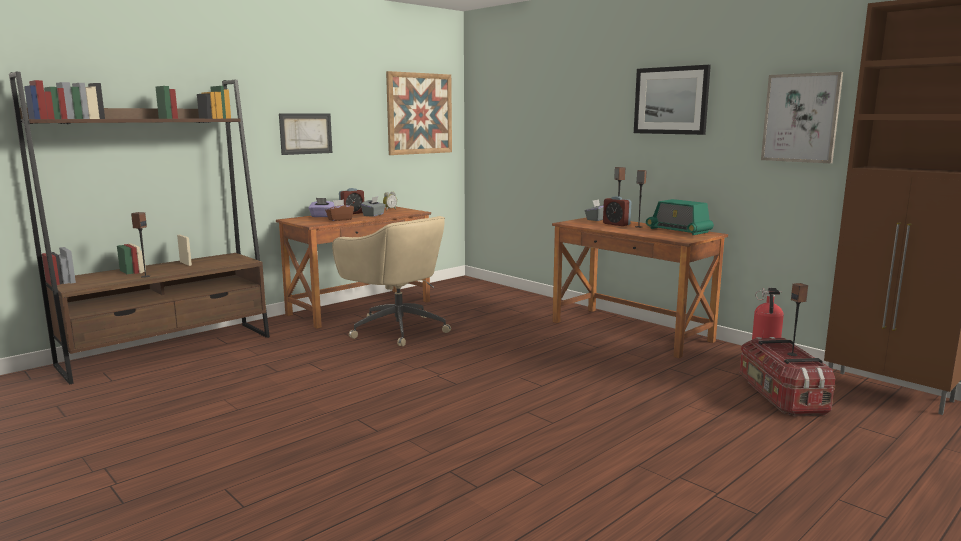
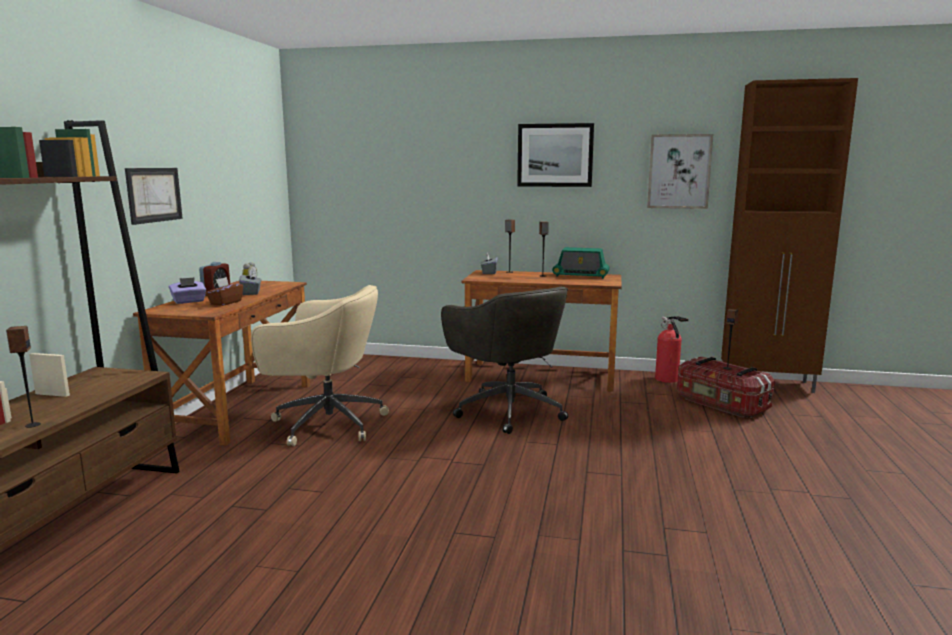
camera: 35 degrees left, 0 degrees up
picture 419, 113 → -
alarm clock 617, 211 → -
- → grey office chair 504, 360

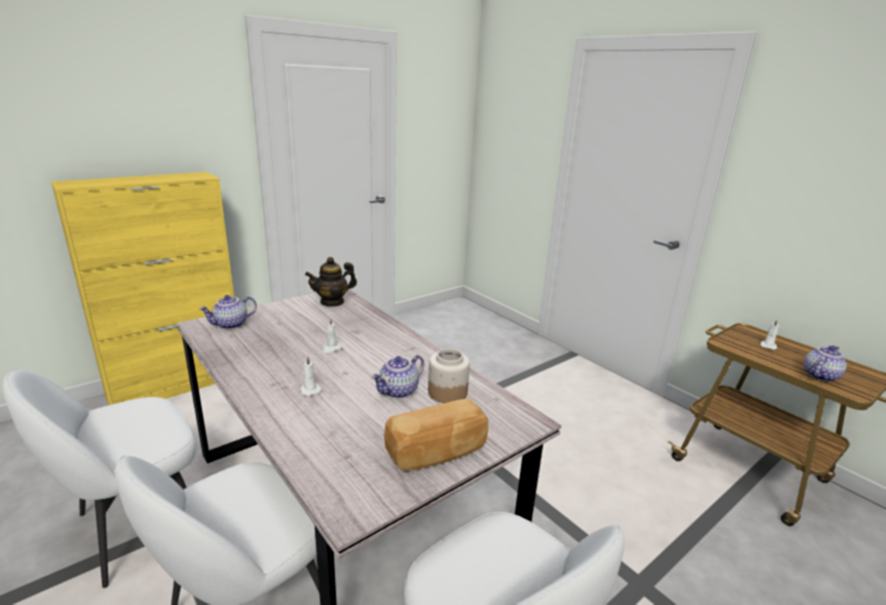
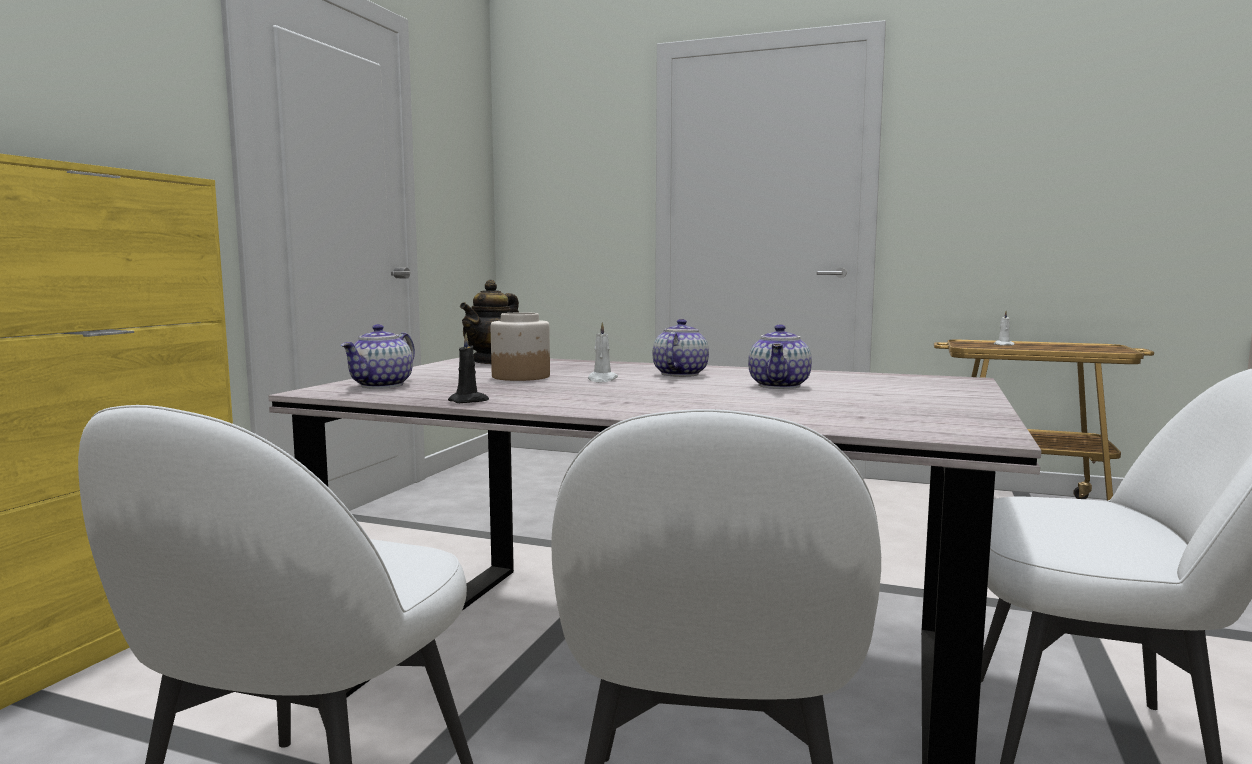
camera: 30 degrees left, 15 degrees down
white candle 310, 376 → -
bread 436, 435 → -
jar 449, 376 → jar 520, 346, moved
teapot 825, 363 → teapot 681, 348, moved
- → black candle 468, 368

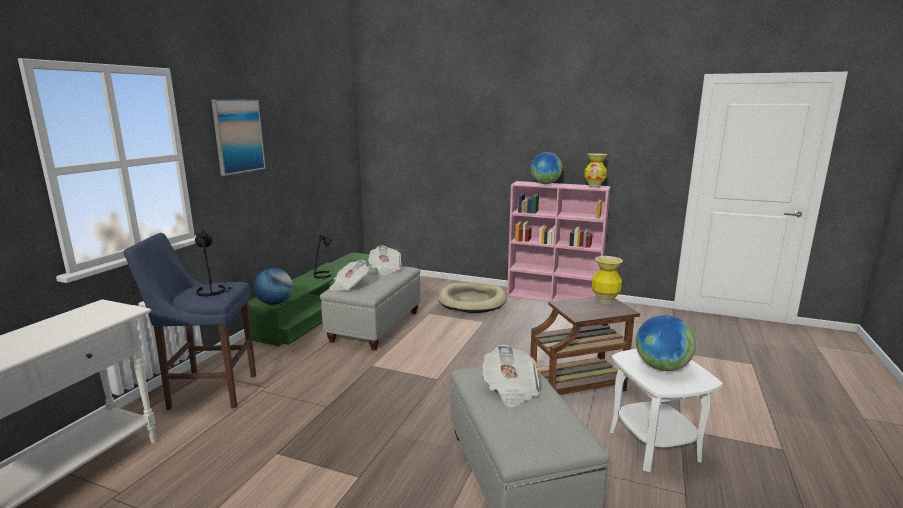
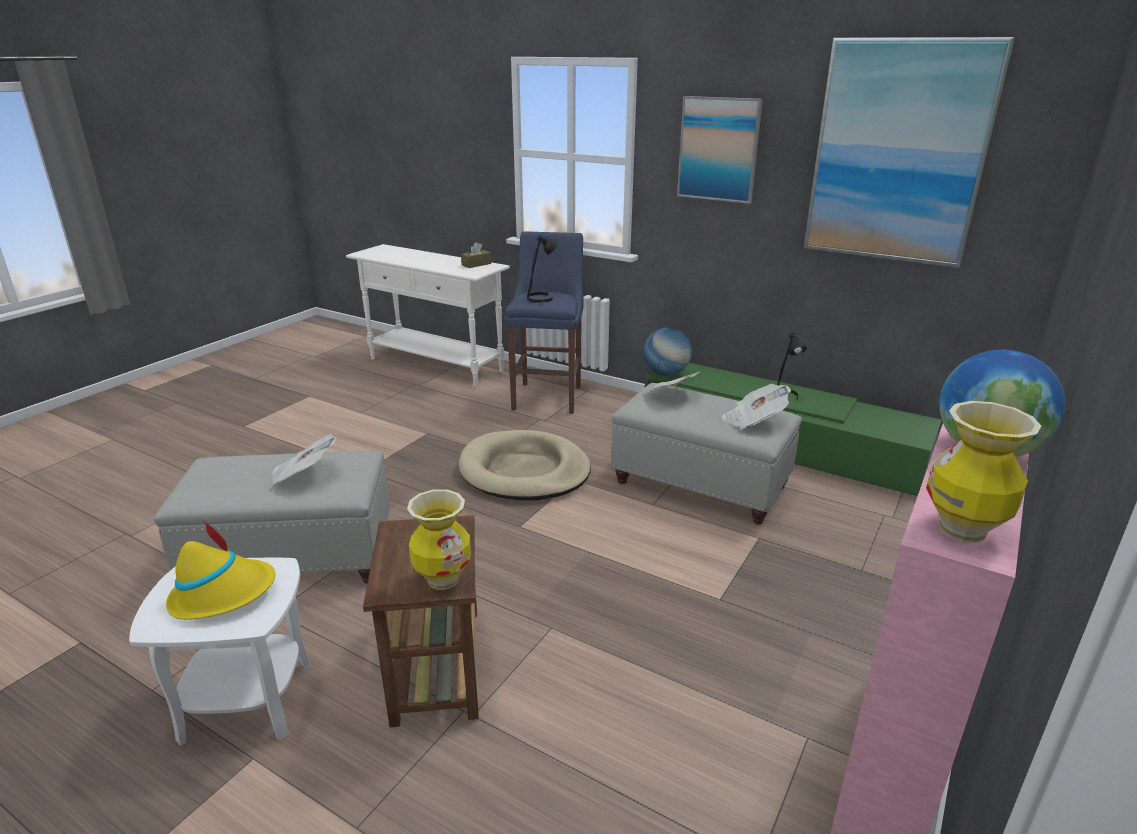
camera: 100 degrees right, 10 degrees up
beige dog bed 472, 298 → beige dog bed 525, 465, moved
globe 666, 343 → yellow hat 220, 569
- → brown tissue box 476, 255
- → picture 909, 152

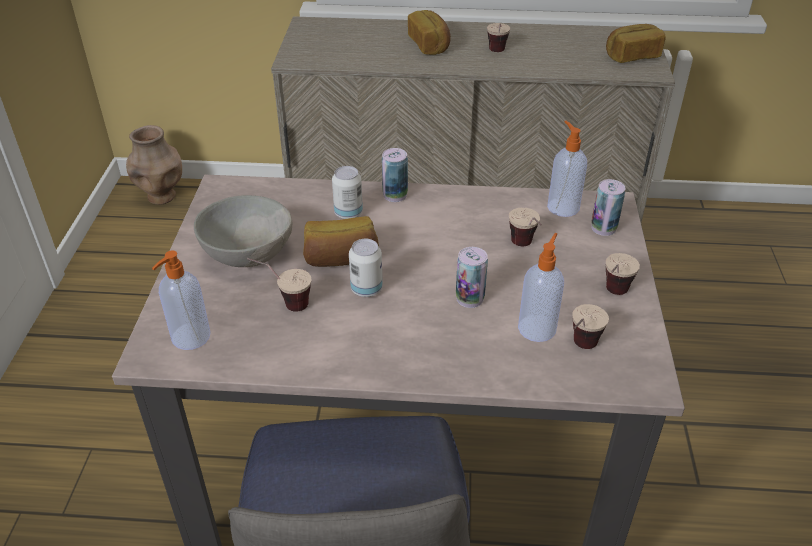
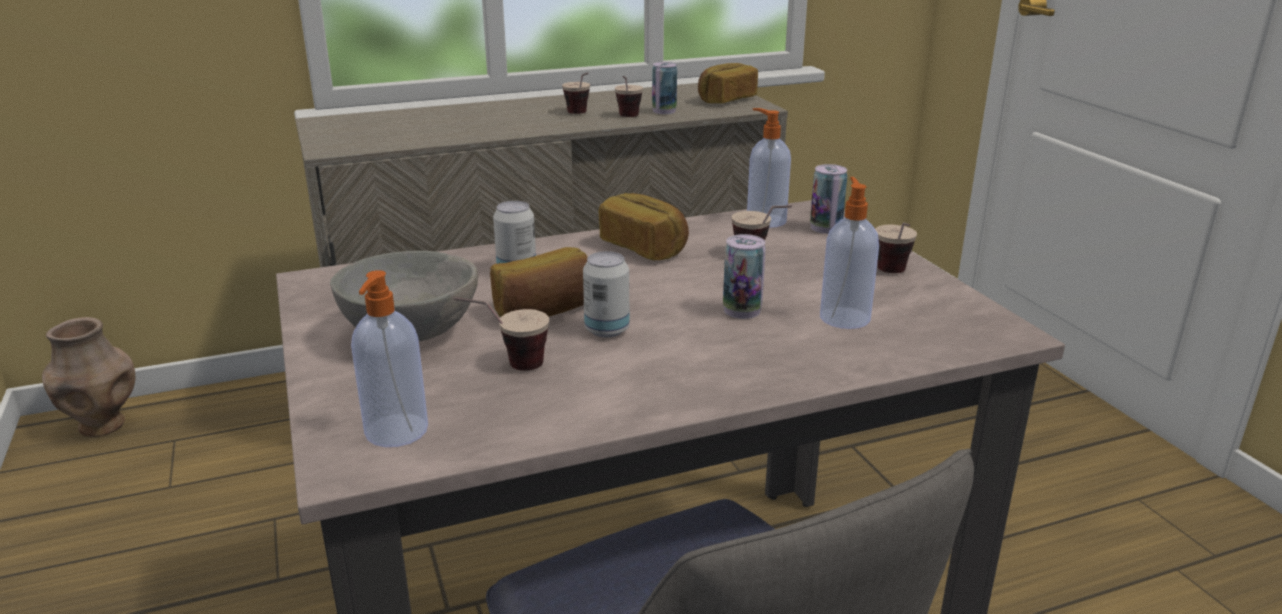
camera: 25 degrees left, 15 degrees down
can 395, 175 → can 664, 88, moved
bread 429, 32 → bread 644, 226, moved
cup 591, 326 → cup 629, 96, moved

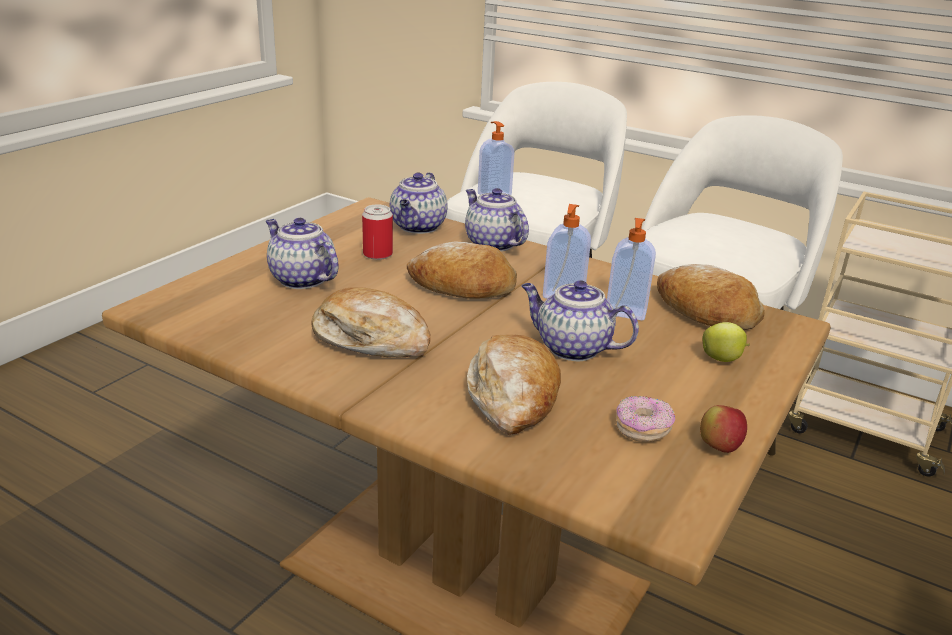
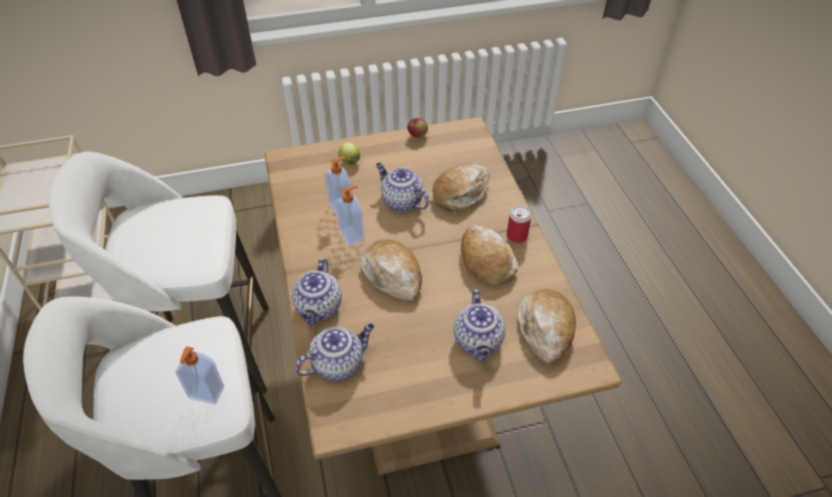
camera: 135 degrees left, 20 degrees up
can 377, 232 → can 519, 224, moved
teapot 580, 321 → teapot 402, 187, 150 degrees clockwise
donut 645, 418 → -
bread 711, 297 → bread 547, 326, moved

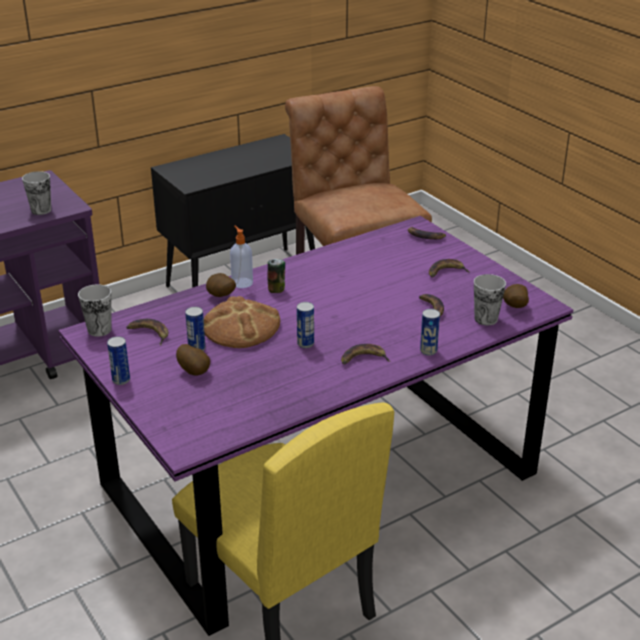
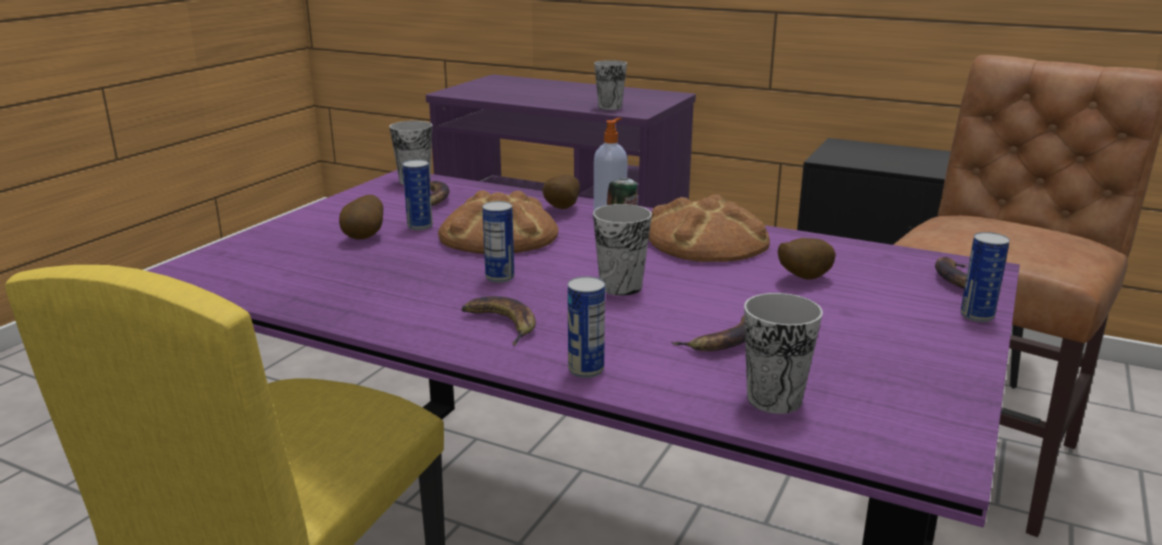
camera: 60 degrees right, 10 degrees down
can 118, 360 → can 985, 277, moved
banana 449, 268 → -
potato 516, 296 → potato 807, 259, moved
- → cup 622, 250
- → bread 709, 228

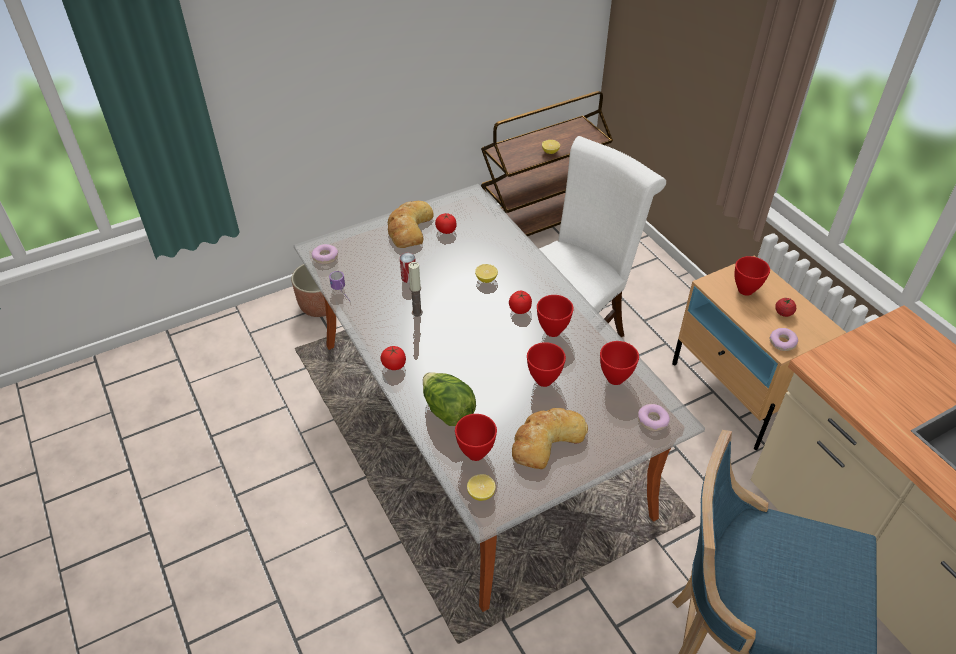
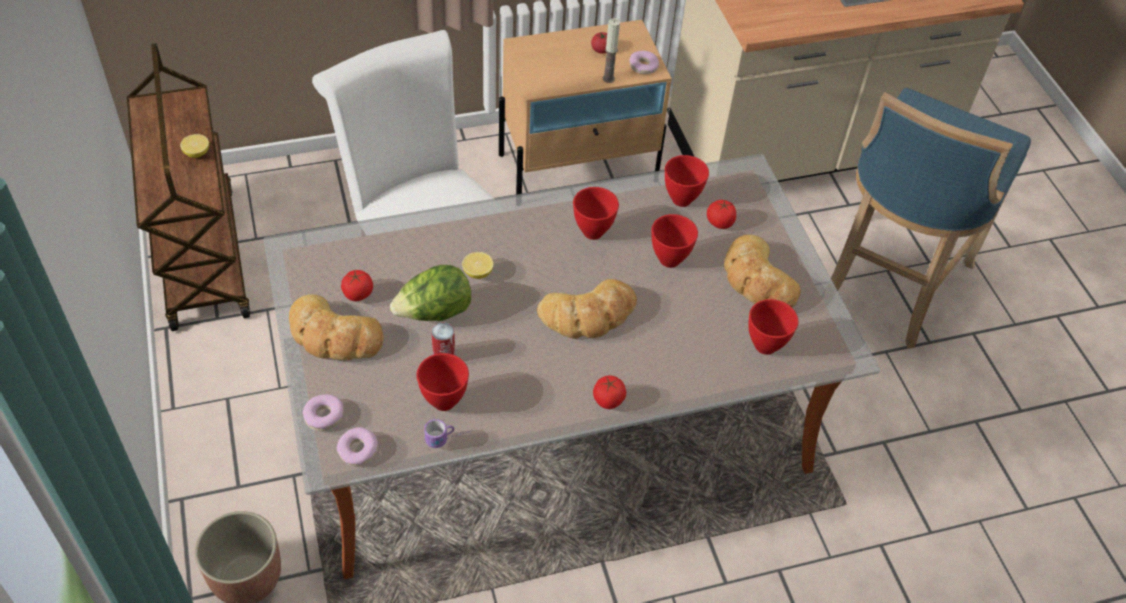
camera: 80 degrees left, 5 degrees up
candle 415, 289 → candle 611, 50, moved
lettuce 449, 399 → lettuce 430, 293, moved
lemon 481, 487 → -
tomato 520, 302 → tomato 721, 214, moved
donut 654, 417 → donut 323, 412, moved
red bowl 752, 276 → red bowl 443, 382, moved
- → bread 587, 309

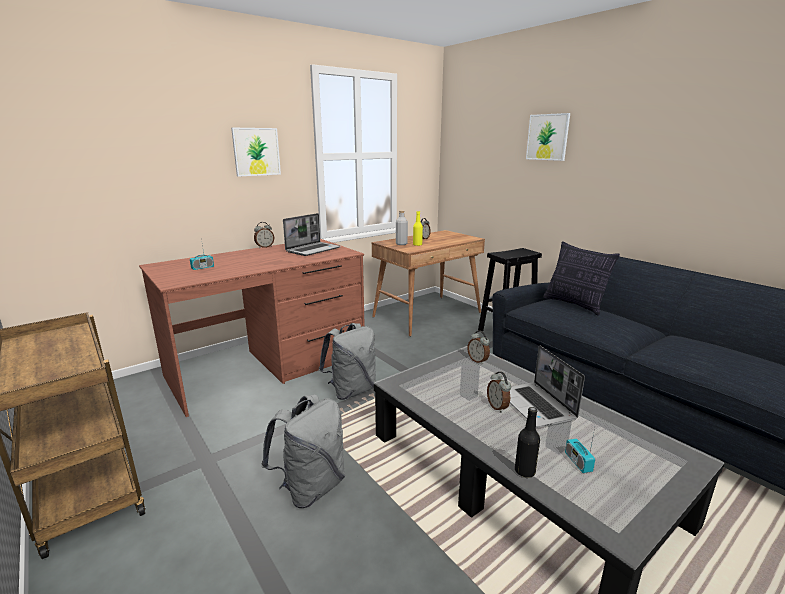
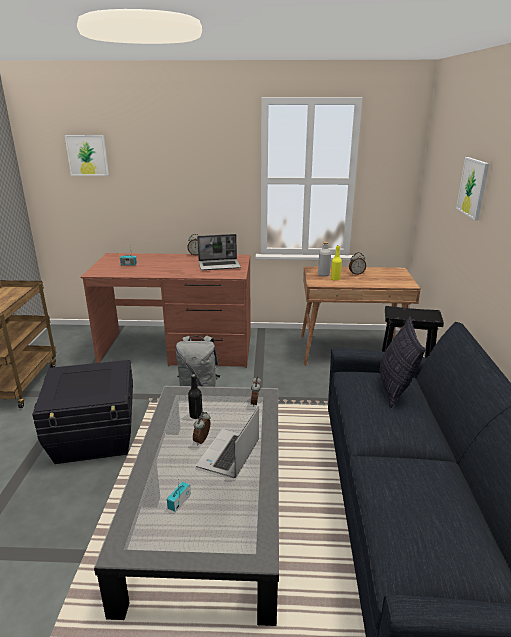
camera: 40 degrees right, 5 degrees up
picture 256, 152 → picture 87, 155, moved
grey backpack 303, 451 → black storage box 82, 412
black bottle 527, 442 → black bottle 195, 396, moved

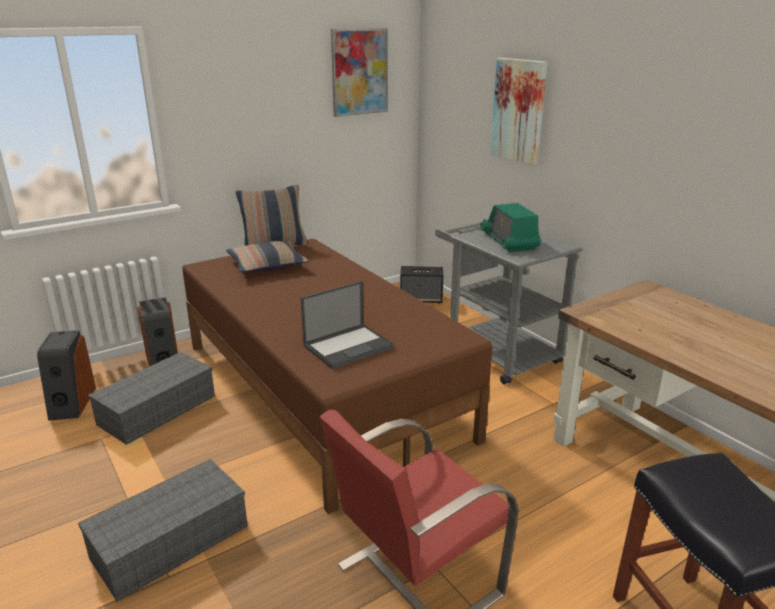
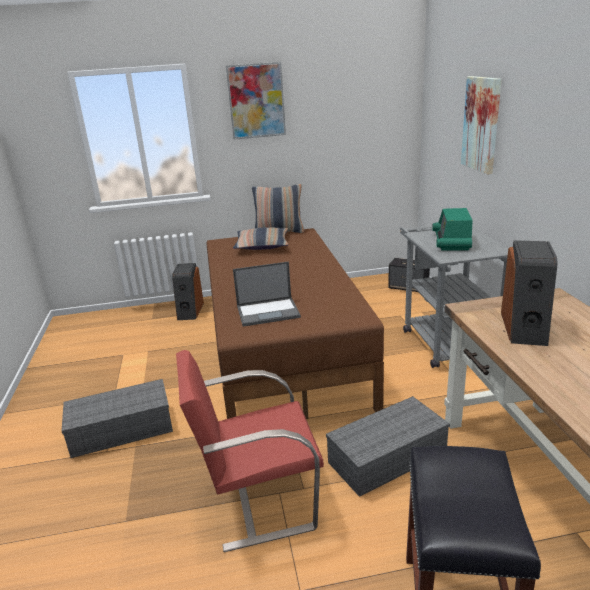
camera: 25 degrees right, 0 degrees up
speaker 66, 375 → speaker 529, 293, moved
grey storage box 151, 398 → grey storage box 388, 446, moved
picture 359, 72 → picture 256, 101, moved

